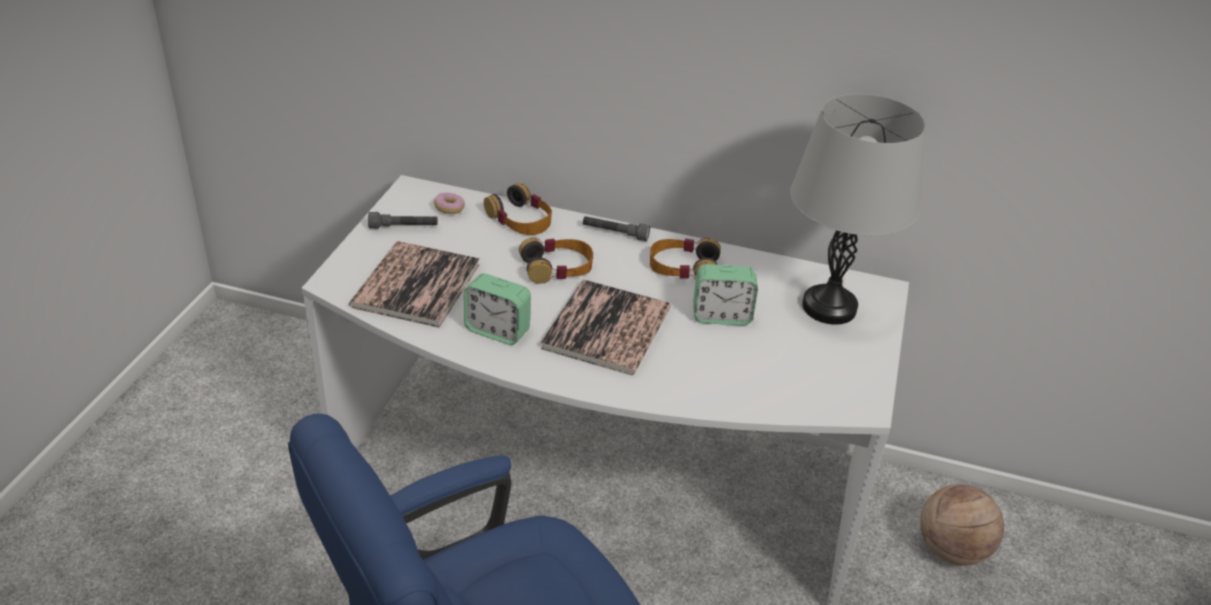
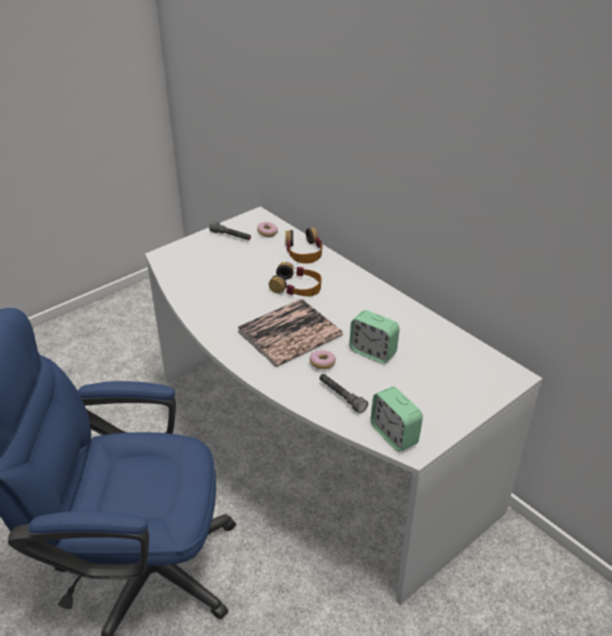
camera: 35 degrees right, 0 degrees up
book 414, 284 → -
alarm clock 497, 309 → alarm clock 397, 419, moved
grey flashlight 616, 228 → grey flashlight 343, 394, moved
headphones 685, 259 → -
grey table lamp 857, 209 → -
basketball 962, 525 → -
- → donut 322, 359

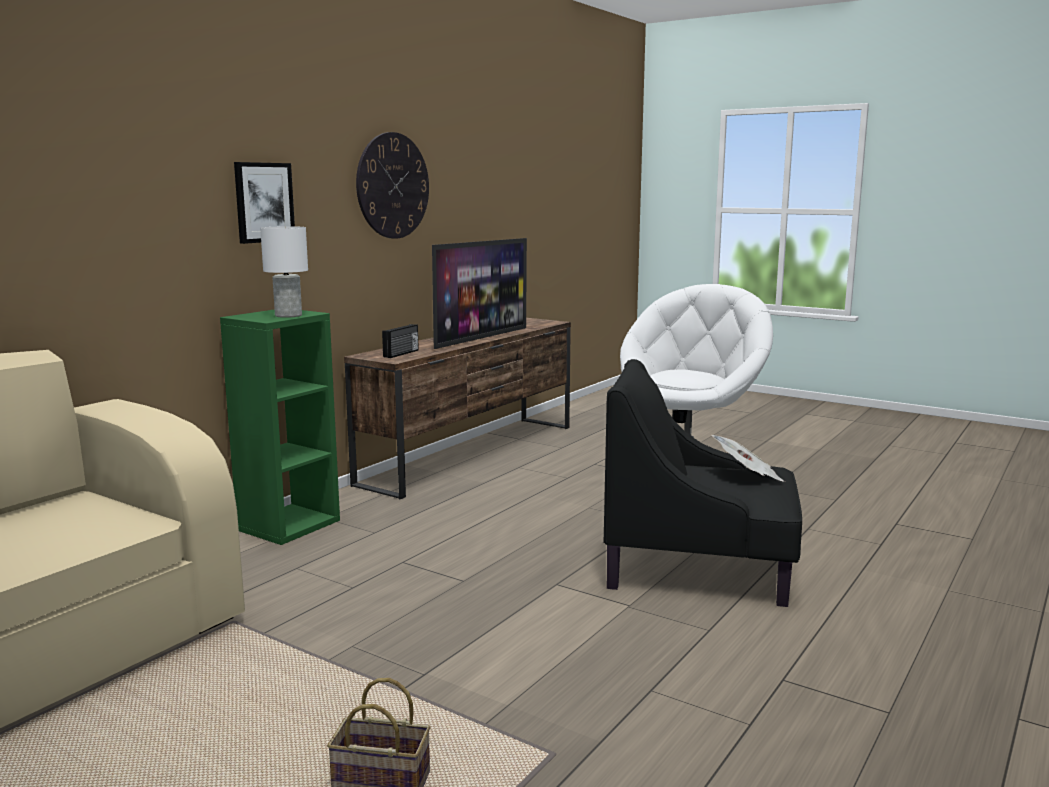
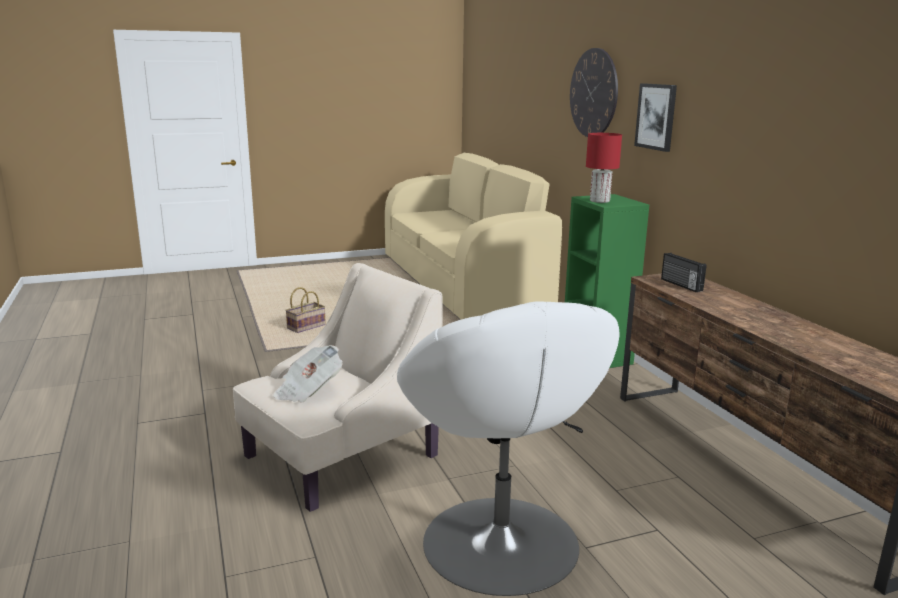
camera: 125 degrees right, 5 degrees up
white table lamp 284, 272 → red table lamp 604, 168
wall clock 392, 185 → wall clock 594, 92, moved
television 479, 293 → -
black armchair 702, 483 → beige armchair 338, 387

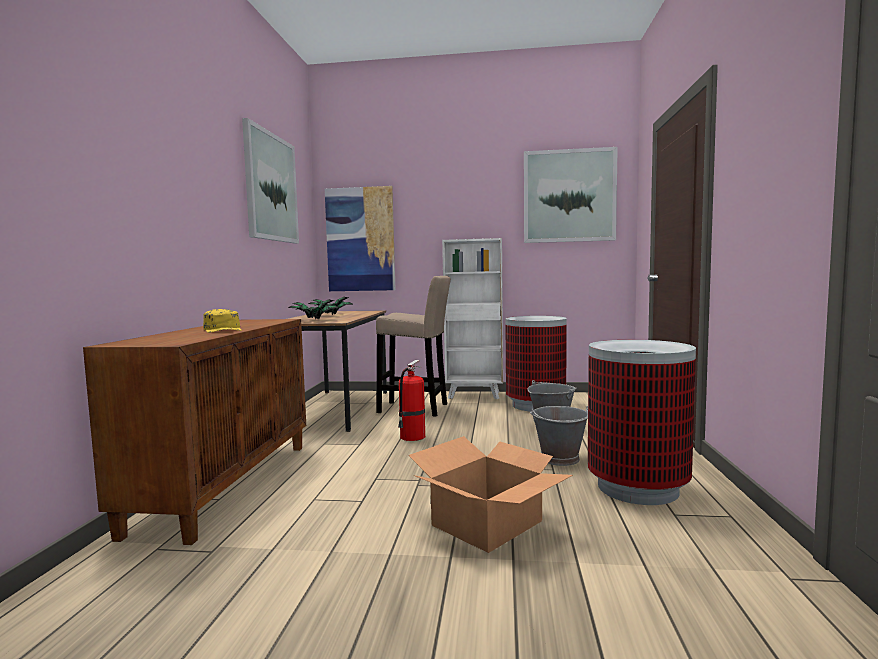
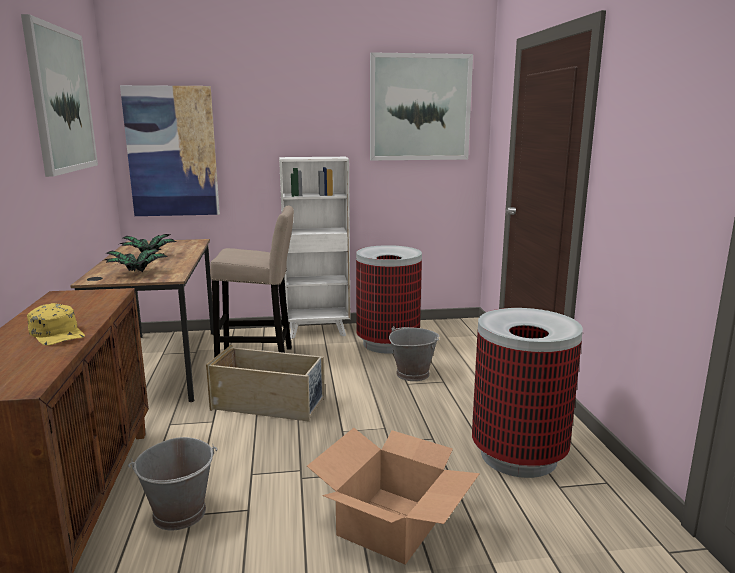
camera: 15 degrees left, 10 degrees up
fire extinguisher 411, 400 → beige storage box 265, 383
grey bucket 559, 436 → grey bucket 172, 484, moved

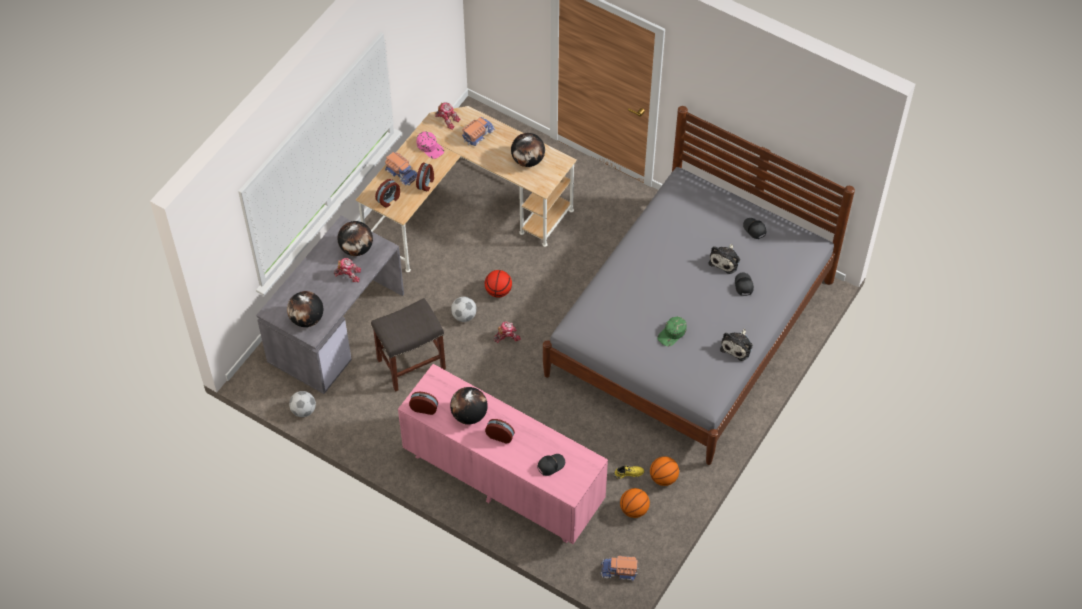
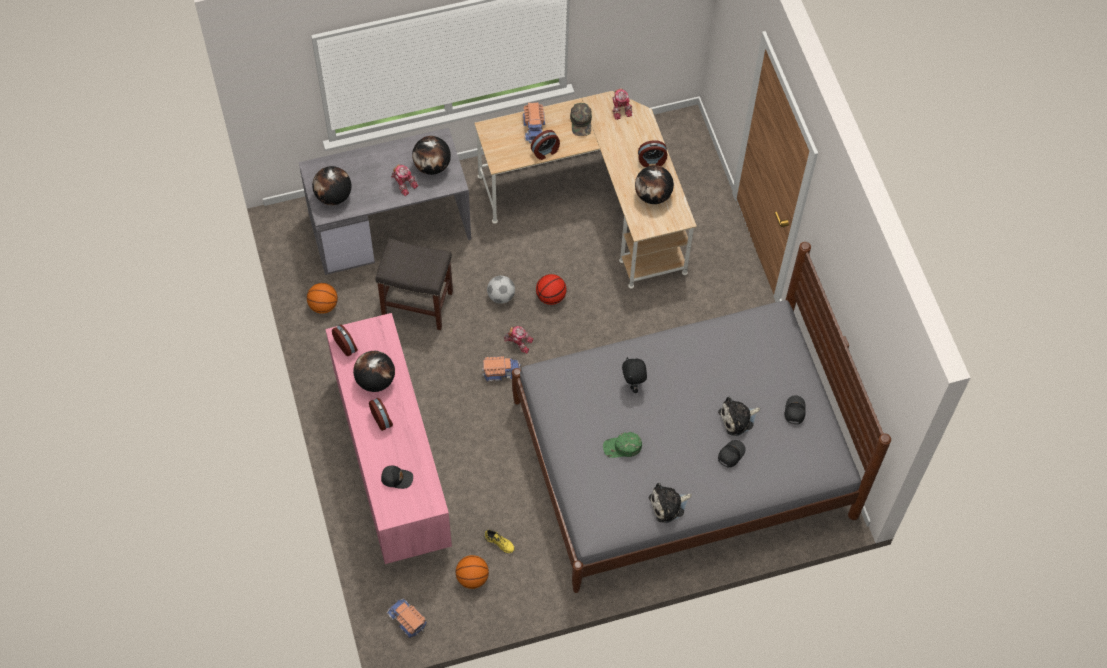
camera: 40 degrees right, 5 degrees up
football 302, 404 → -
alarm clock 387, 193 → alarm clock 652, 153, moved
pink cap 430, 145 → green cap 581, 119
toy truck 479, 131 → toy truck 501, 369, moved
basketball 664, 471 → basketball 322, 298, moved
- → black plush toy 634, 375

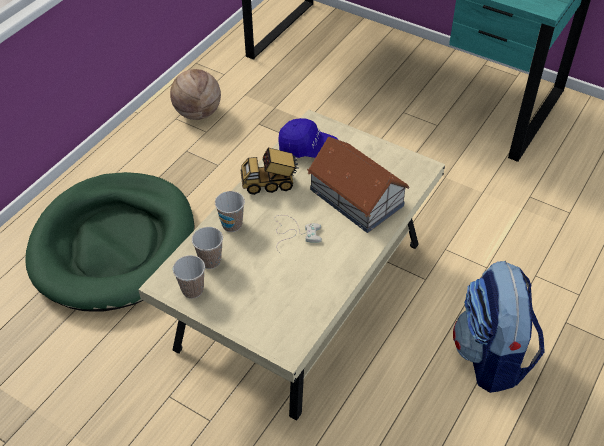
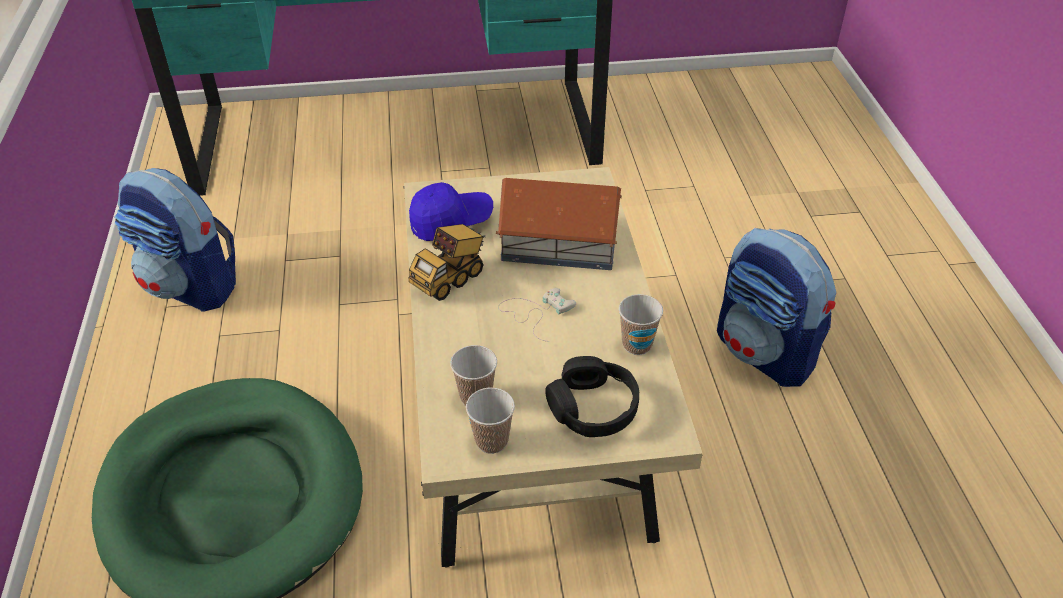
camera: 40 degrees left, 5 degrees down
basketball 195, 94 → backpack 175, 240
cup 230, 211 → cup 641, 324, moved
- → black headphones 592, 396

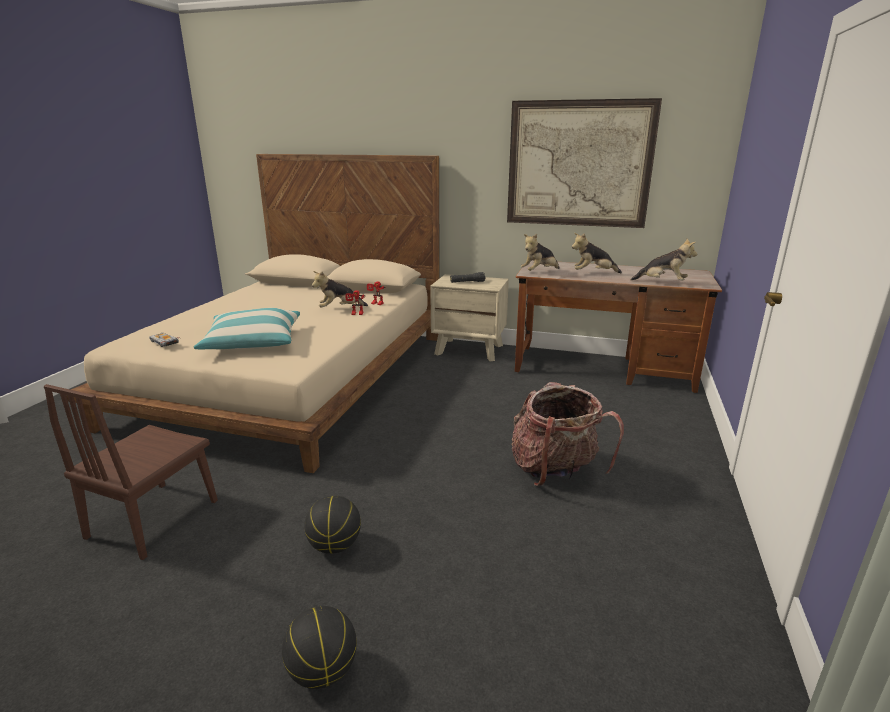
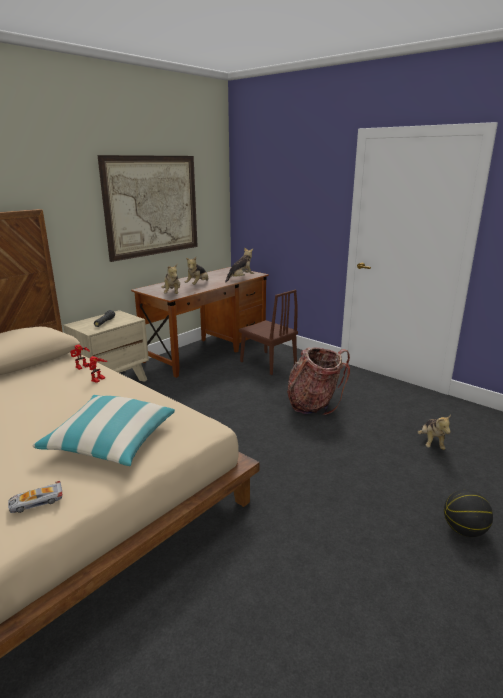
camera: 65 degrees left, 0 degrees up
brown chair 131, 472 → brown chair 268, 332, moved
basketball 332, 525 → -
plush toy 340, 289 → plush toy 434, 432, moved

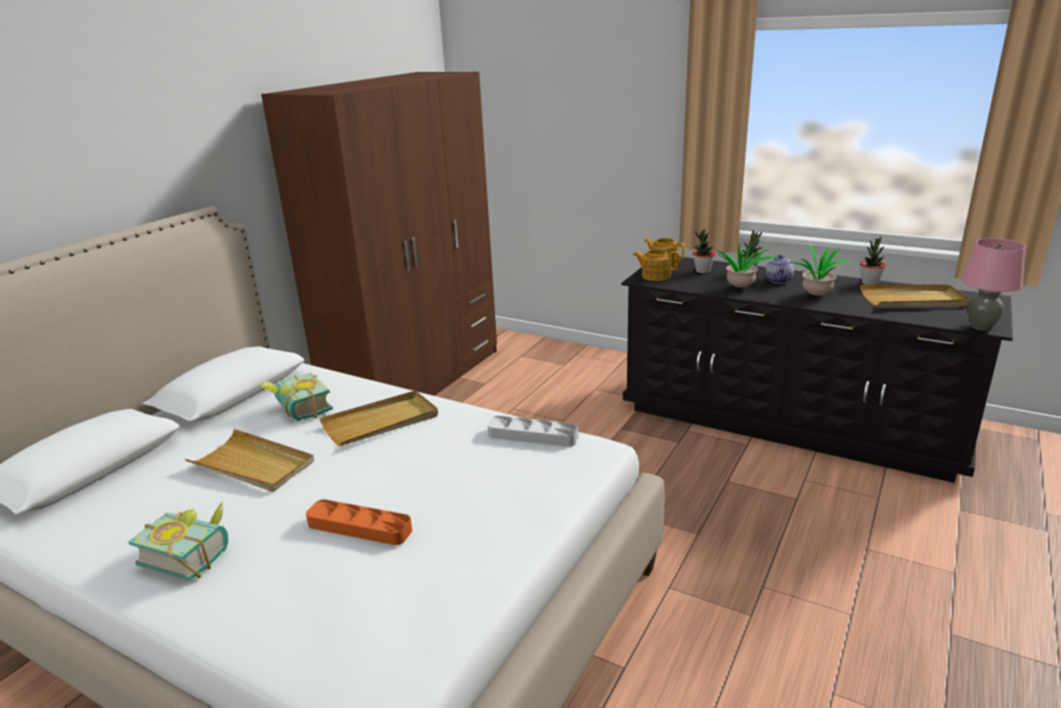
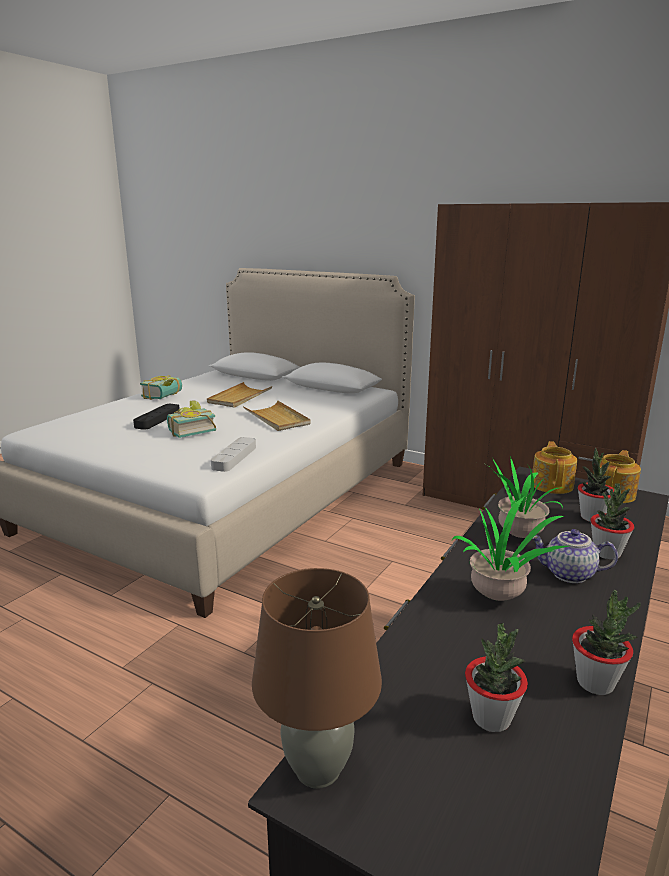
camera: 90 degrees right, 5 degrees down
book 297, 397 → book 191, 419, moved
orange tray 359, 522 → black tray 156, 417
beige tray 916, 296 → potted plant 496, 677
pink table lamp 994, 284 → brown table lamp 317, 678

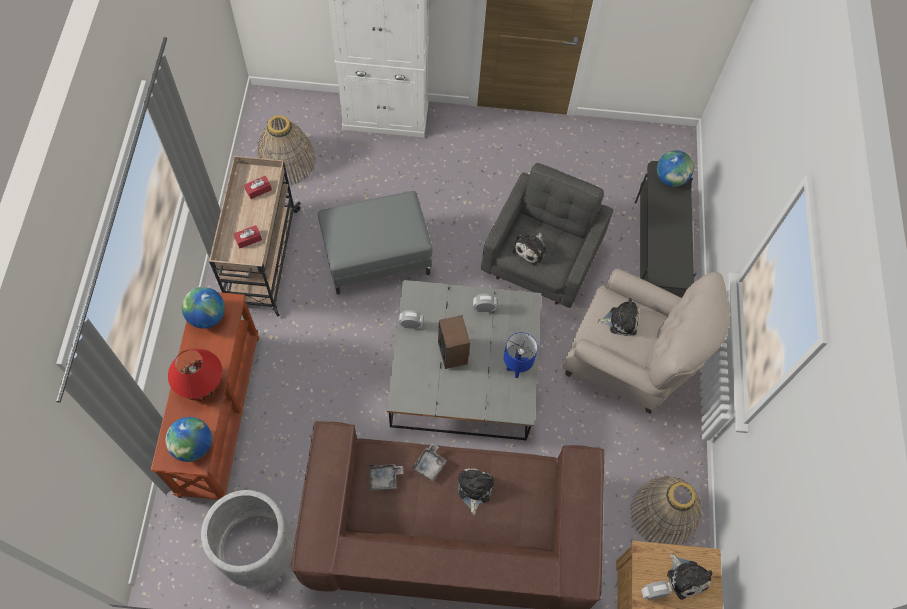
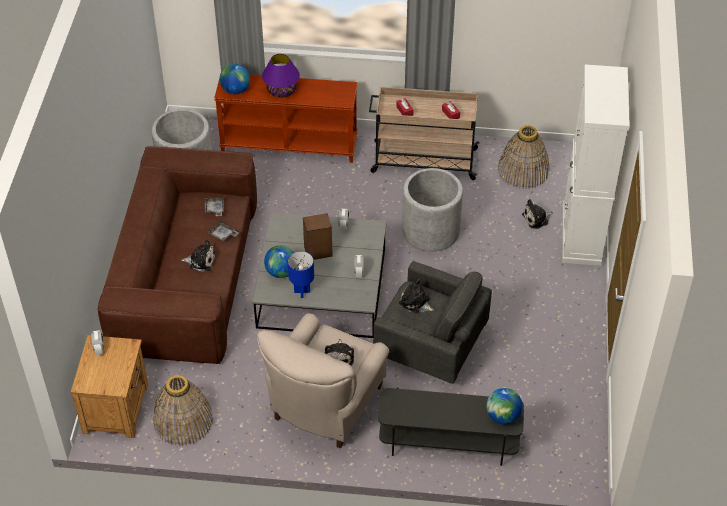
camera: 95 degrees right, 15 degrees down
red table lamp 195, 375 → purple table lamp 281, 76
globe 203, 308 → globe 280, 261, moved
grey ottoman 375, 243 → grey planter 432, 210
plush toy 689, 576 → plush toy 537, 214, moved

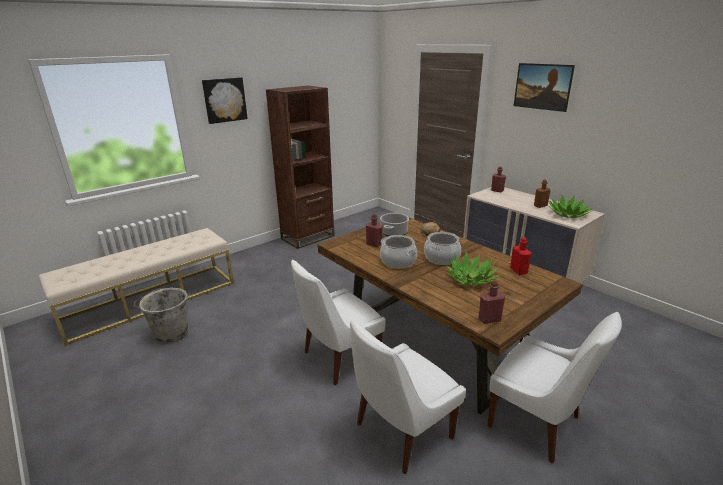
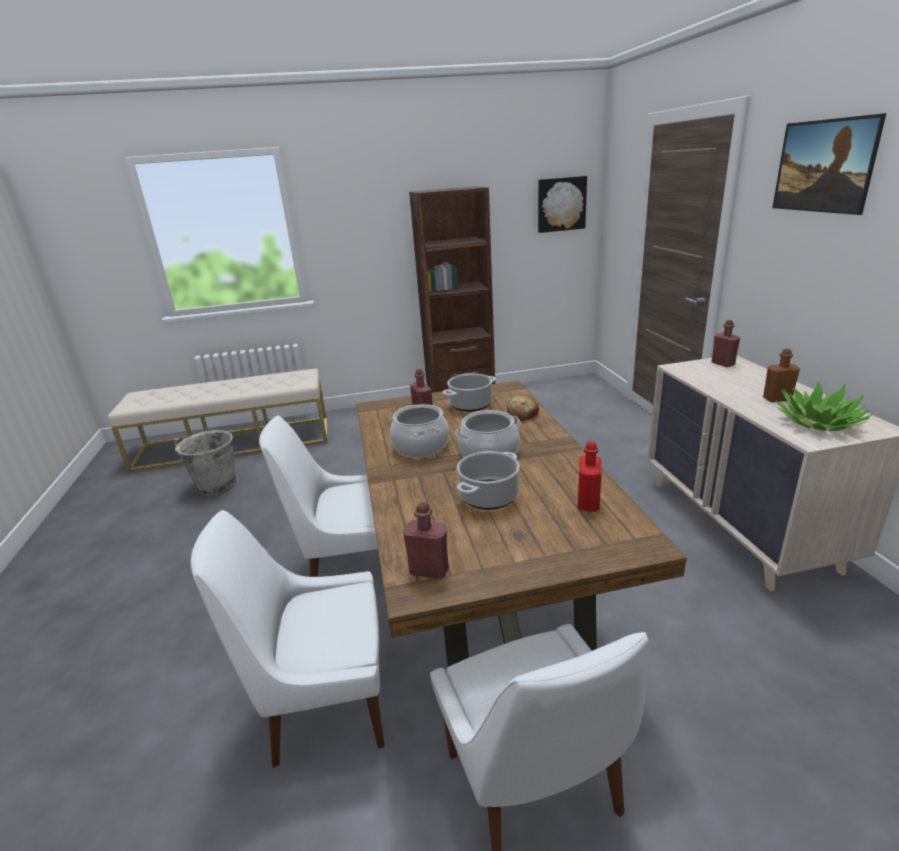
camera: 30 degrees right, 0 degrees up
picture 225, 100 → picture 562, 204, moved
potted plant 472, 268 → cooking pot 488, 480

